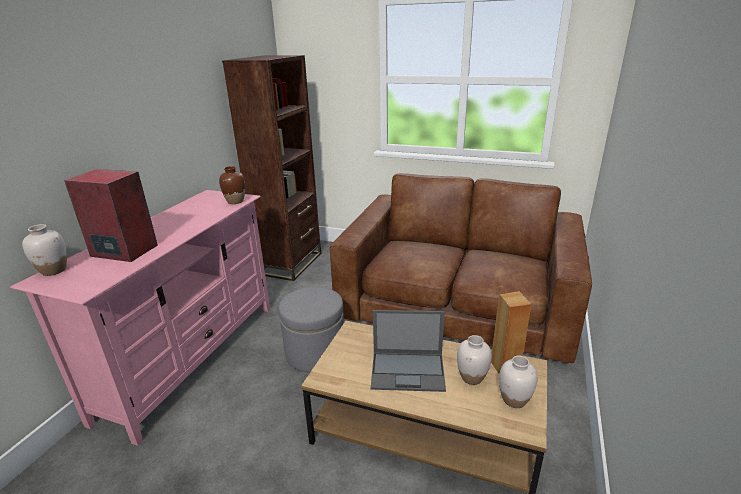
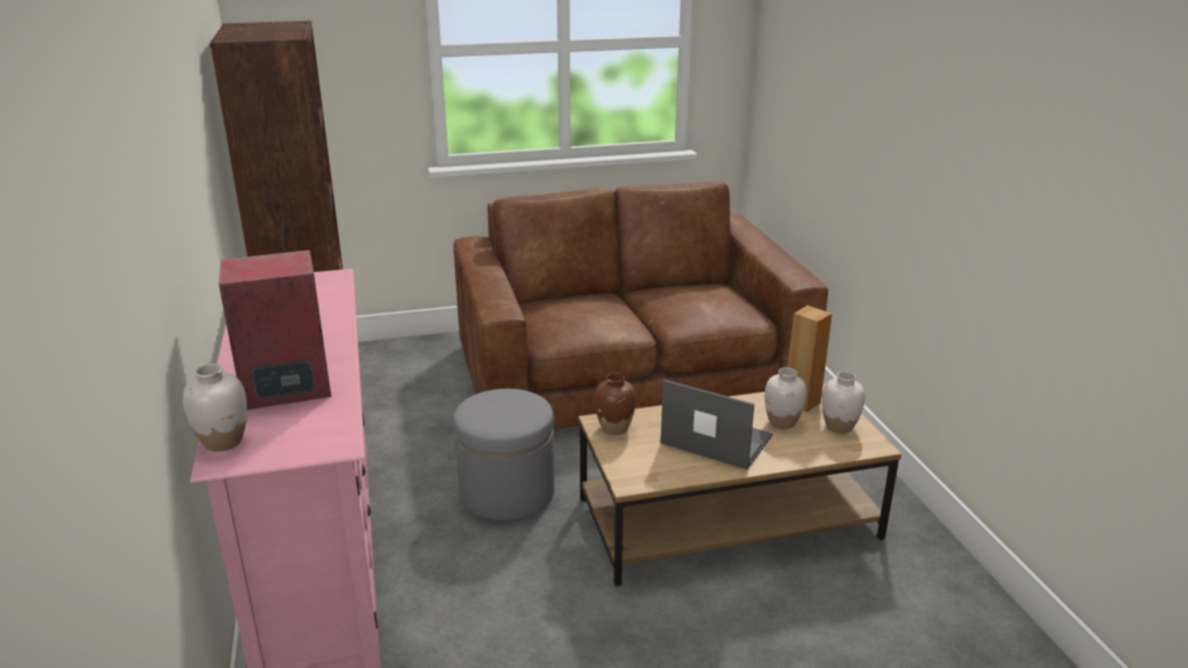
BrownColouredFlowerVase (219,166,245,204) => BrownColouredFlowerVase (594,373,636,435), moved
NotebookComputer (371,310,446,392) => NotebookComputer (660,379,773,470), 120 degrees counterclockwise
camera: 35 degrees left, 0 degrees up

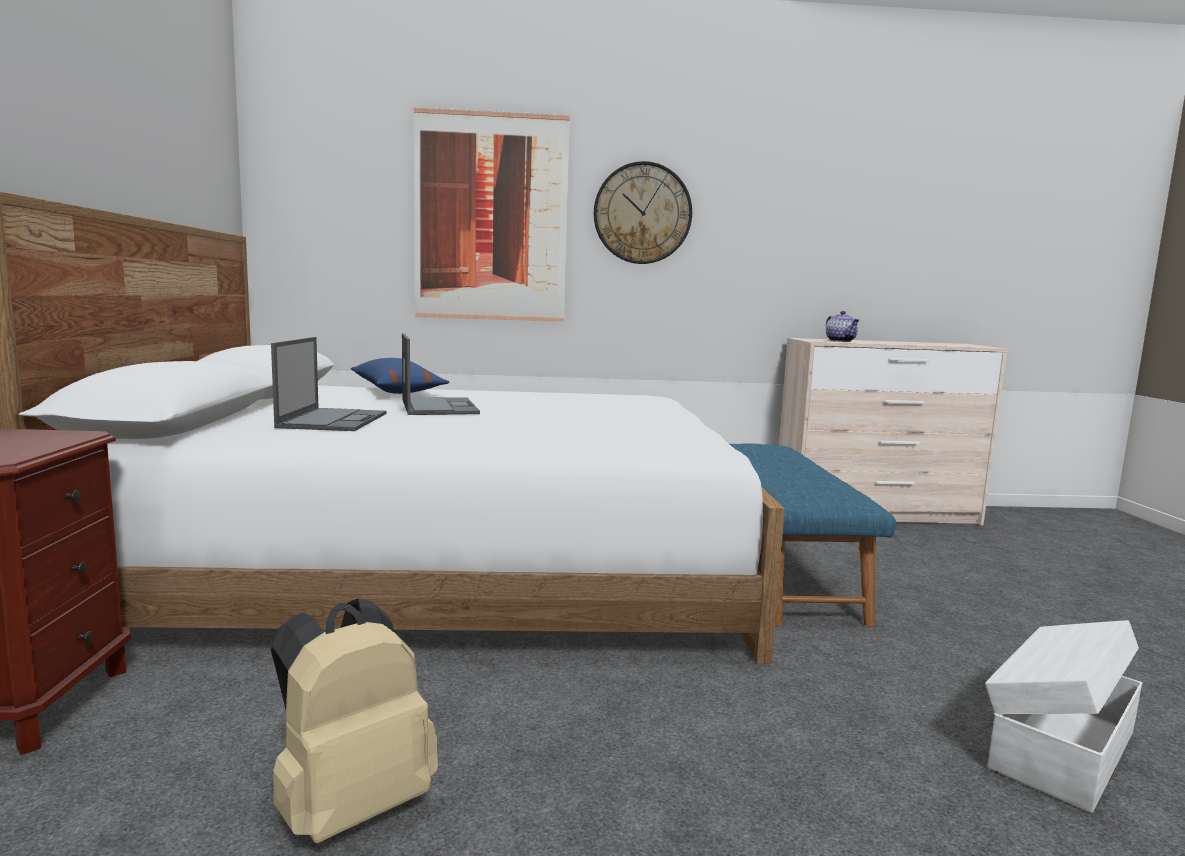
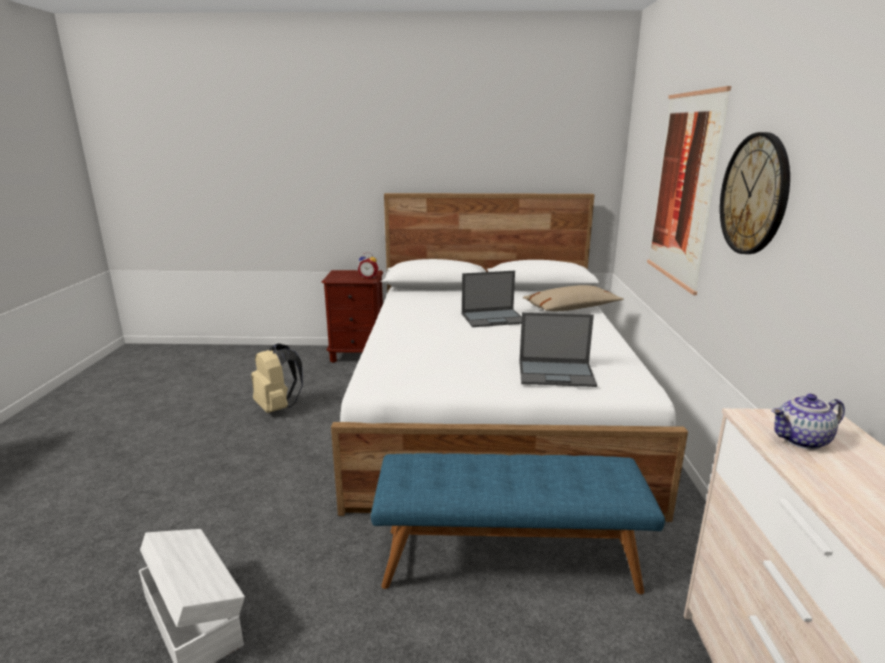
nothing => AlarmClock (358,252,378,279)
NotebookComputer (271,337,386,431) => NotebookComputer (519,312,597,387), moved
BluePillow (351,358,449,394) => BeigePillow (523,285,624,311)
camera: 95 degrees right, 10 degrees up

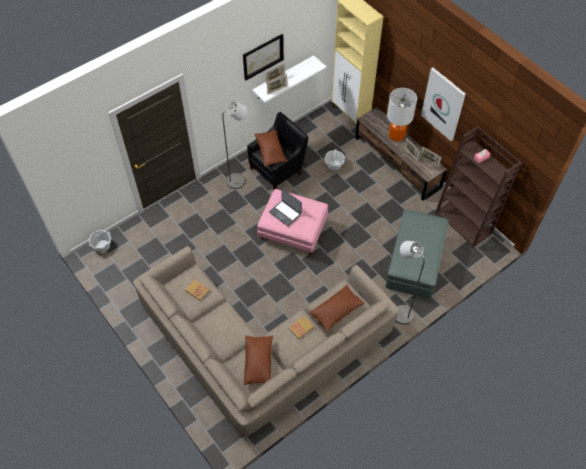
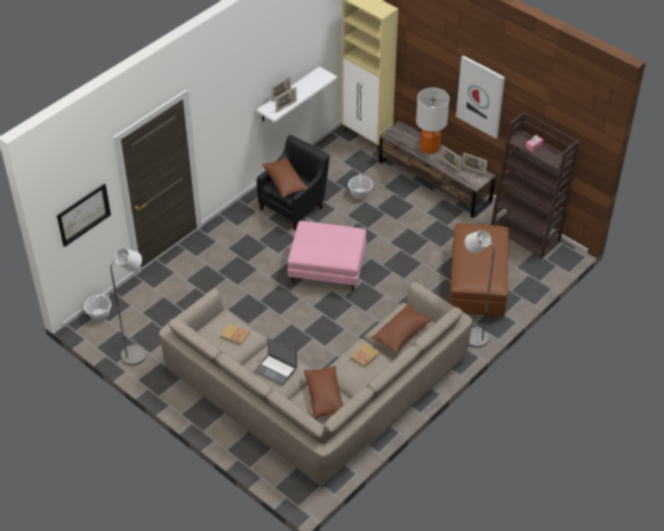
WallPicture (243,34,284,81) => WallPicture (57,184,111,247), moved
GreyStandardLamp (222,101,247,189) => GreyStandardLamp (110,248,146,366), moved
NotebookComputer (269,188,302,227) => NotebookComputer (255,338,297,386), moved
GreyOttoman (385,210,449,299) => BrownColouredOttoman (449,223,509,317)
camera: 10 degrees left, 10 degrees down

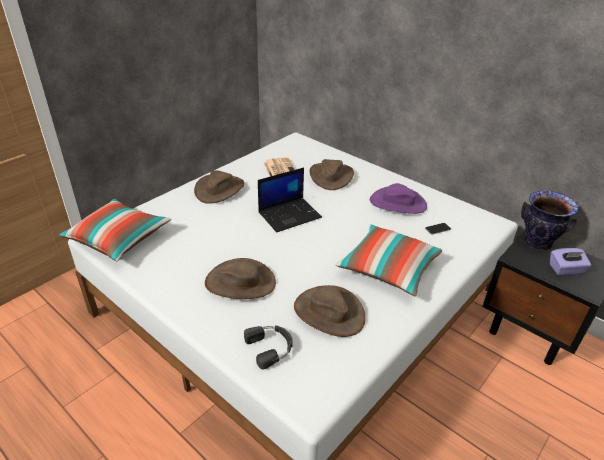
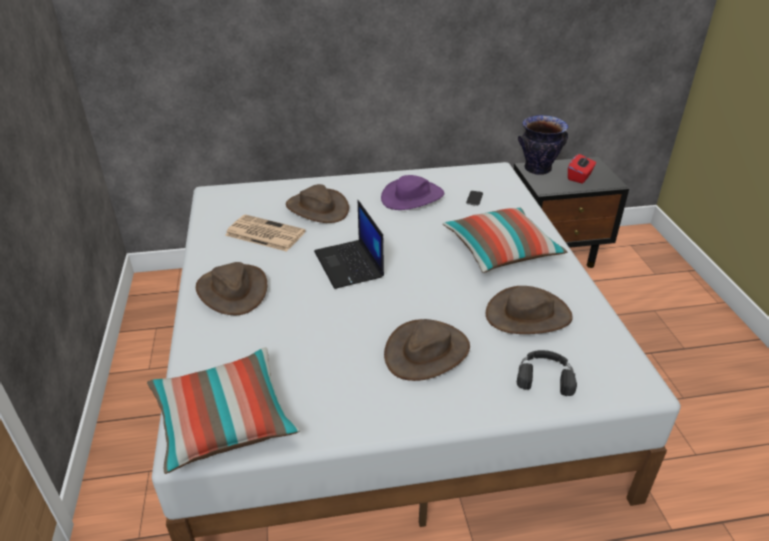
NotebookComputer (258,168,322,232) => NotebookComputer (314,200,384,289), 150 degrees clockwise
PurpleBoxOfTissues (550,248,591,275) => ReddishBoxOfTissues (568,154,596,184)
camera: 50 degrees left, 0 degrees up

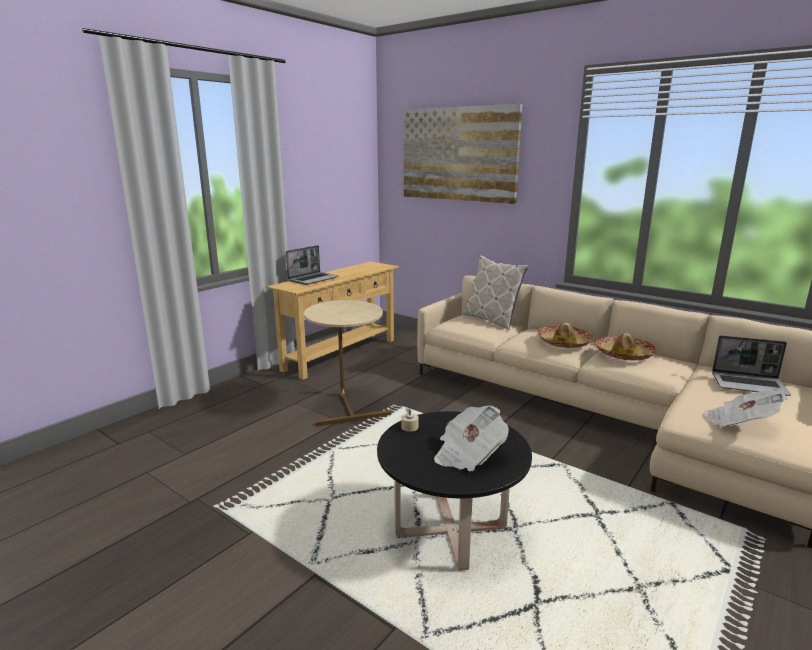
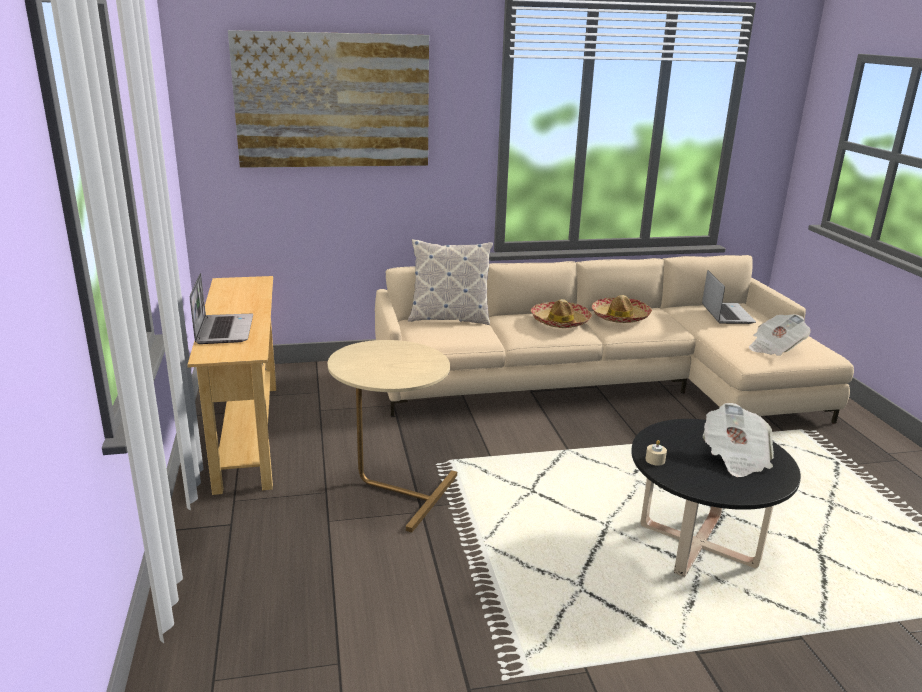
NotebookComputer (712,335,791,396) => NotebookComputer (702,270,756,324), 60 degrees counterclockwise
camera: 50 degrees left, 5 degrees up

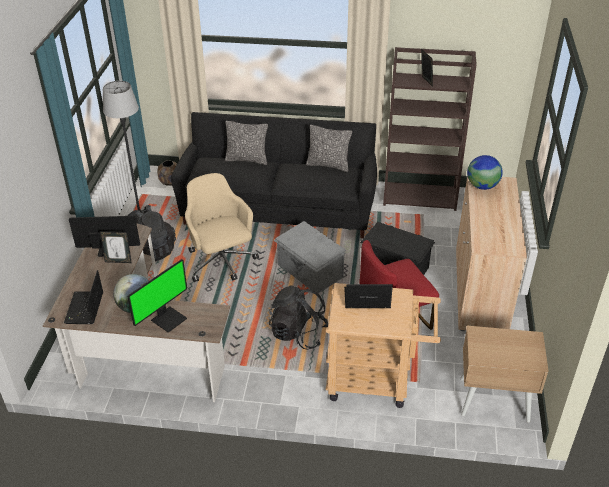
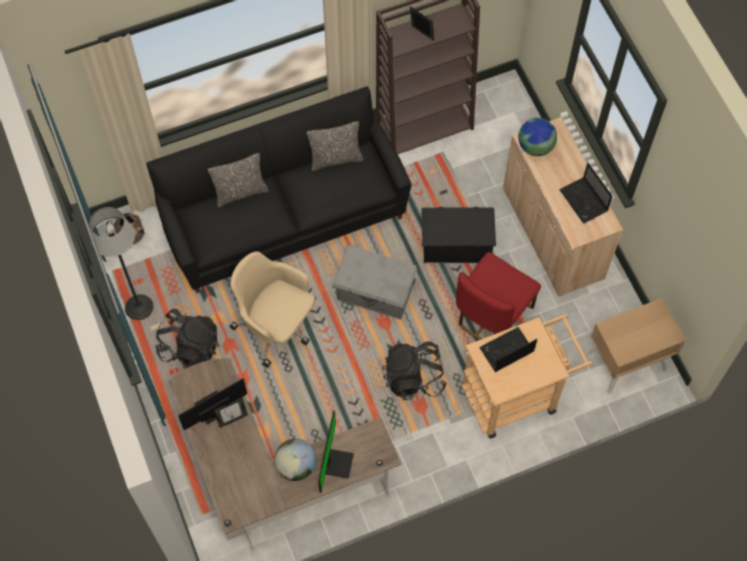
NotebookComputer (64,270,103,324) => NotebookComputer (559,163,613,223), moved
camera: 30 degrees left, 25 degrees up

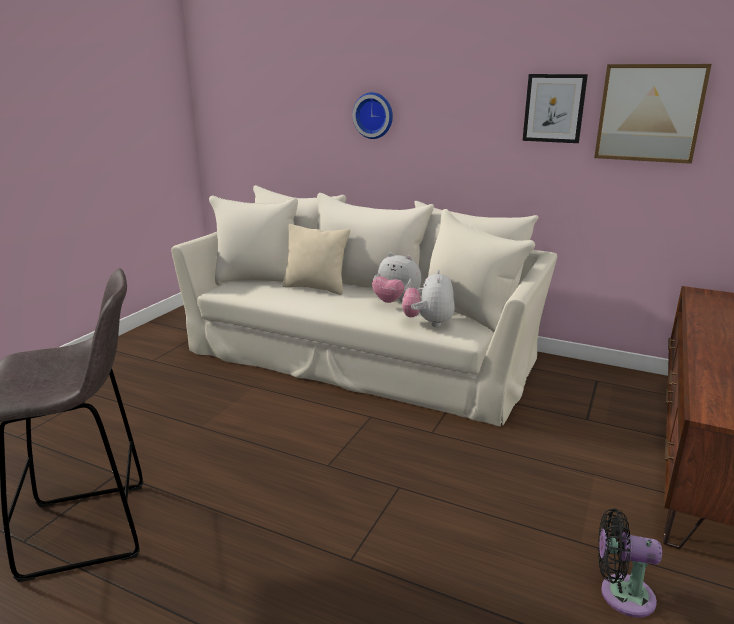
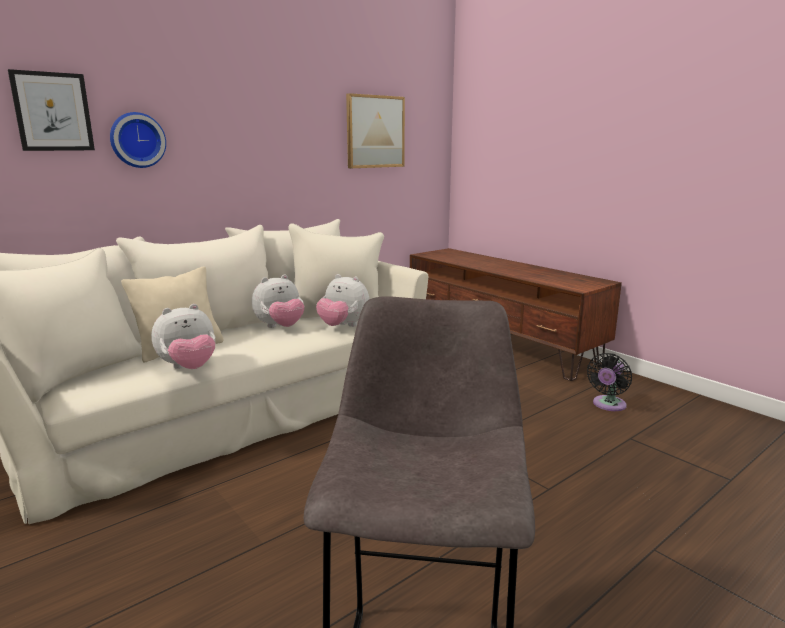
WallPicture (522,74,588,143) => WallPicture (8,69,95,151), moved
nothing => CuddlyToy (151,304,215,369)
camera: 65 degrees left, 5 degrees down

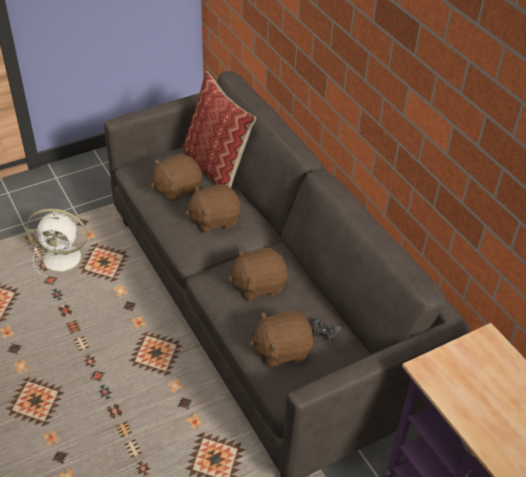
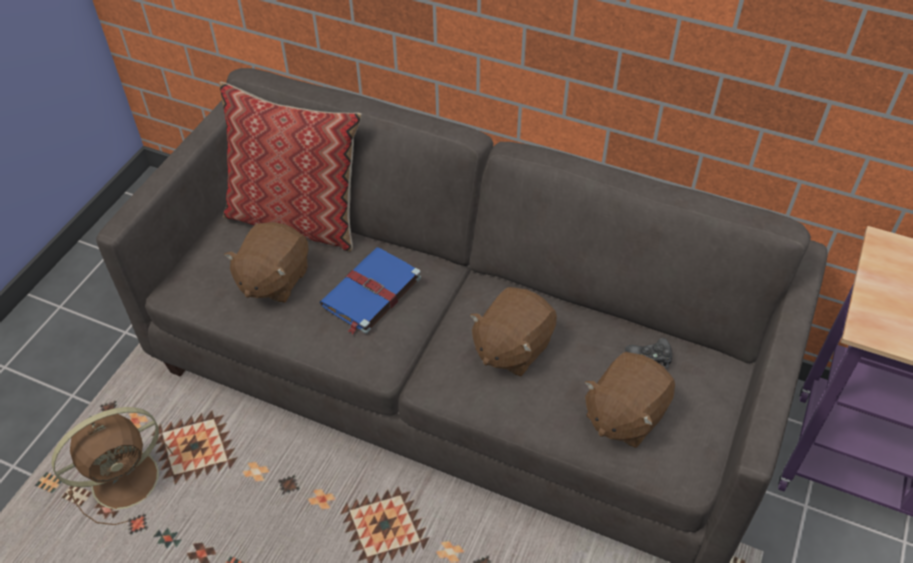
WhiteElectricFan (26,208,93,277) => BrownColouredElectricFan (51,407,174,525)
BrownColouredCuddlyToy (186,184,241,233) => BlueBoundBook (320,247,421,335)
camera: 35 degrees left, 5 degrees up

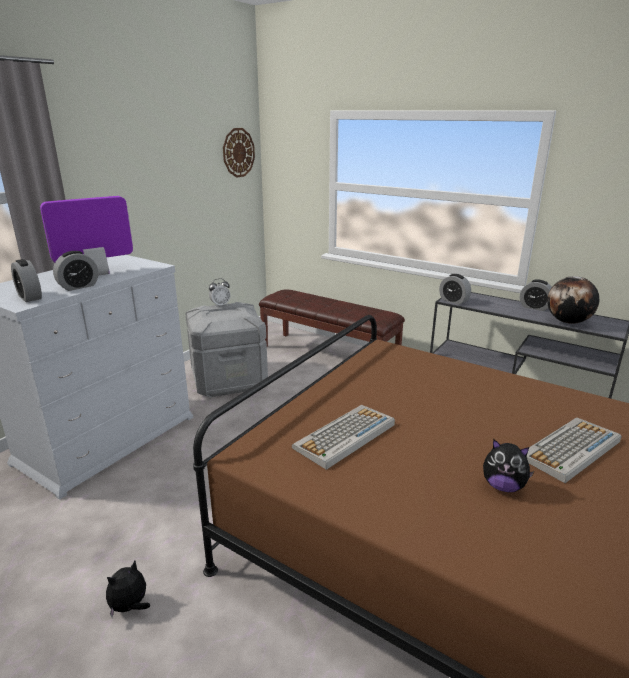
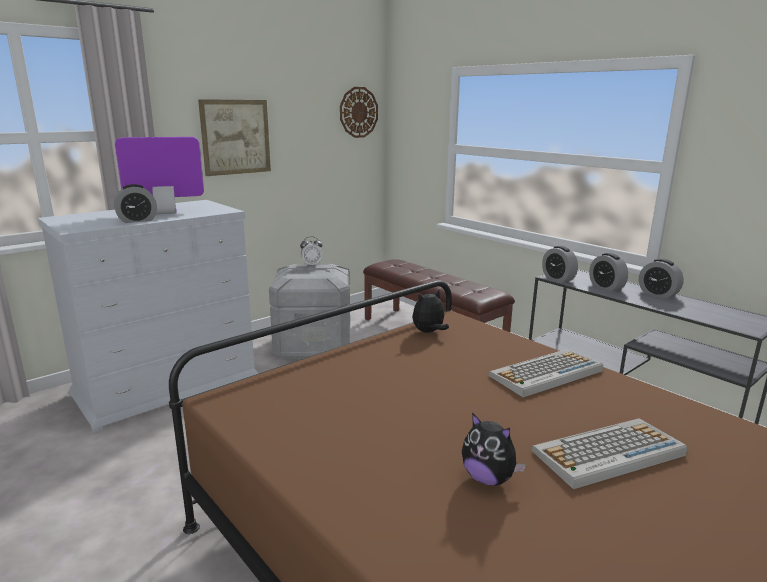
nothing => WallPicture (198,99,271,176)
CuddlyToy (106,561,150,618) => CuddlyToy (412,290,449,333), moved
PcKeyboard (292,405,395,470) => PcKeyboard (489,349,603,398), moved
AlarmClock (11,259,42,302) => AlarmClock (589,253,628,291), moved
DeskGlobe (547,276,599,324) => nothing
camera: 15 degrees right, 5 degrees down

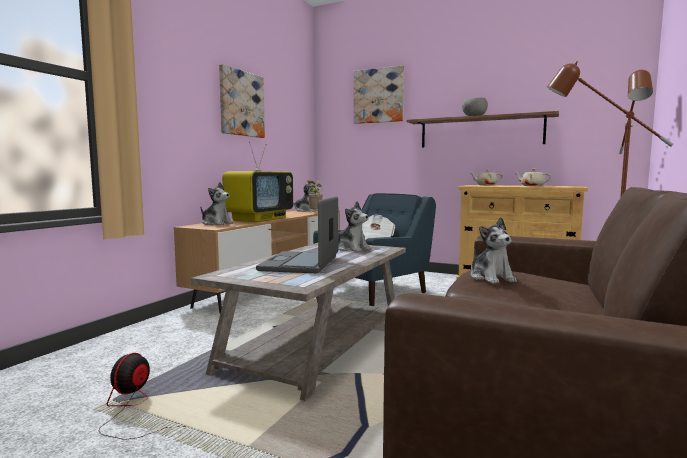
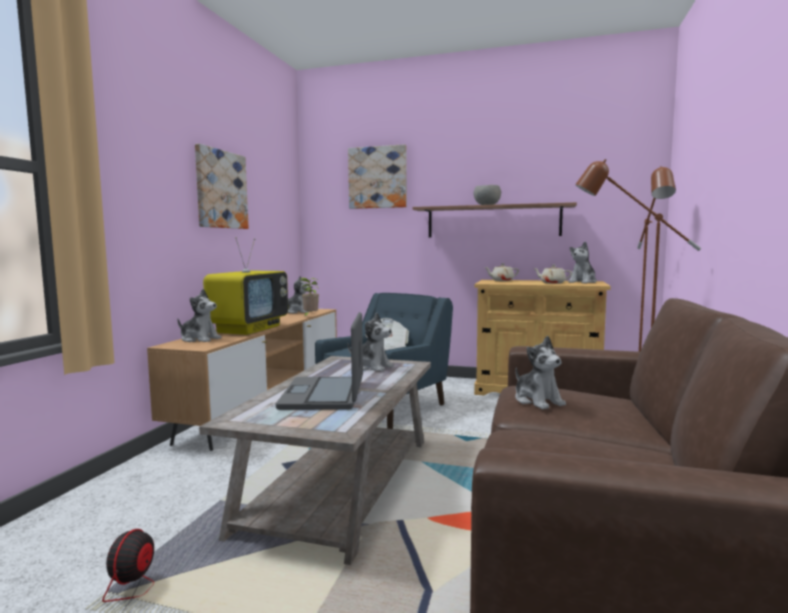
nothing => CuddlyToy (568,242,597,283)
camera: 10 degrees left, 0 degrees up

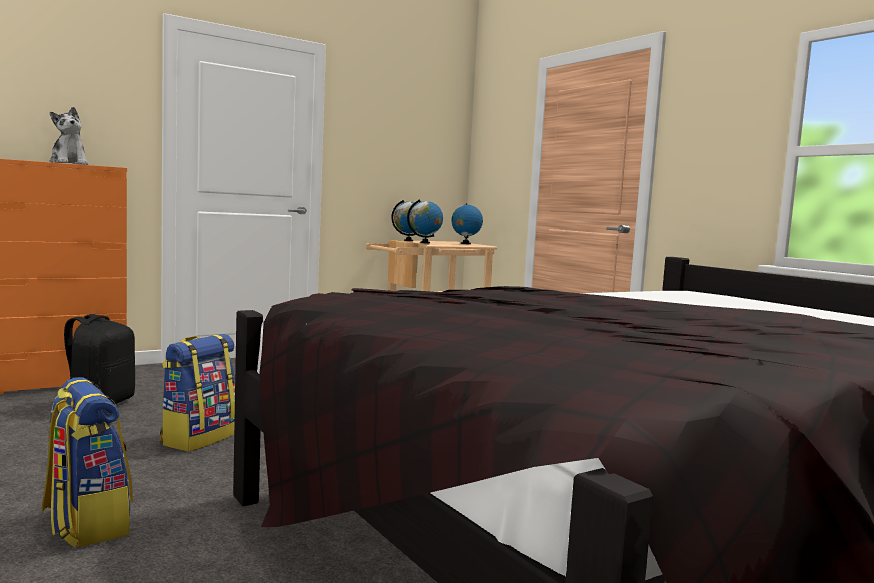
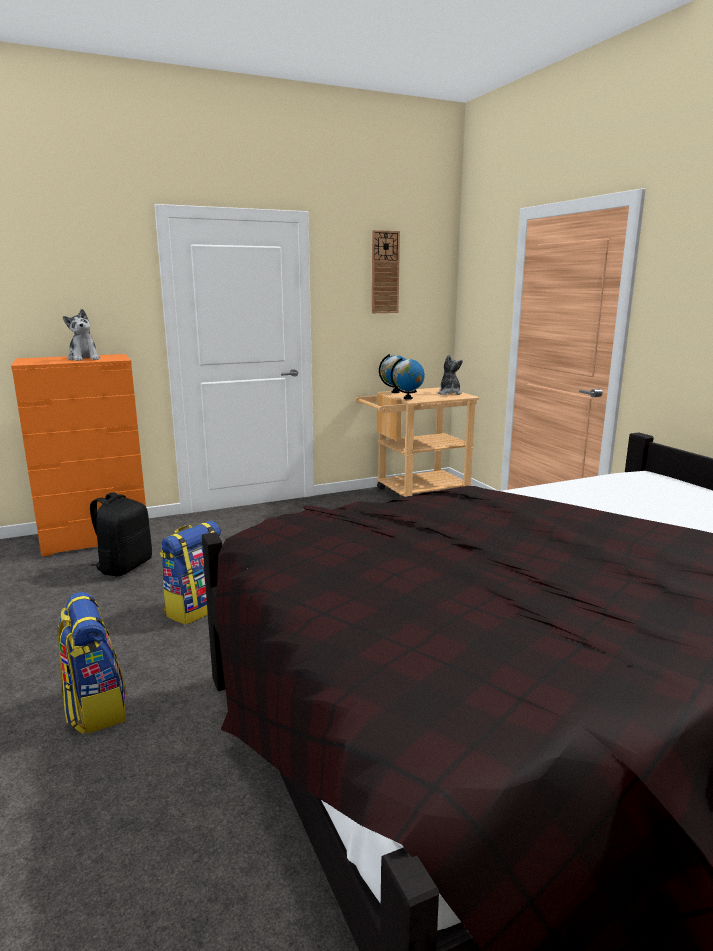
nothing => ClockOnTheWall (372,230,400,313)
DeskGlobe (451,203,483,244) => CuddlyToy (438,354,463,395)
camera: 10 degrees right, 10 degrees up

